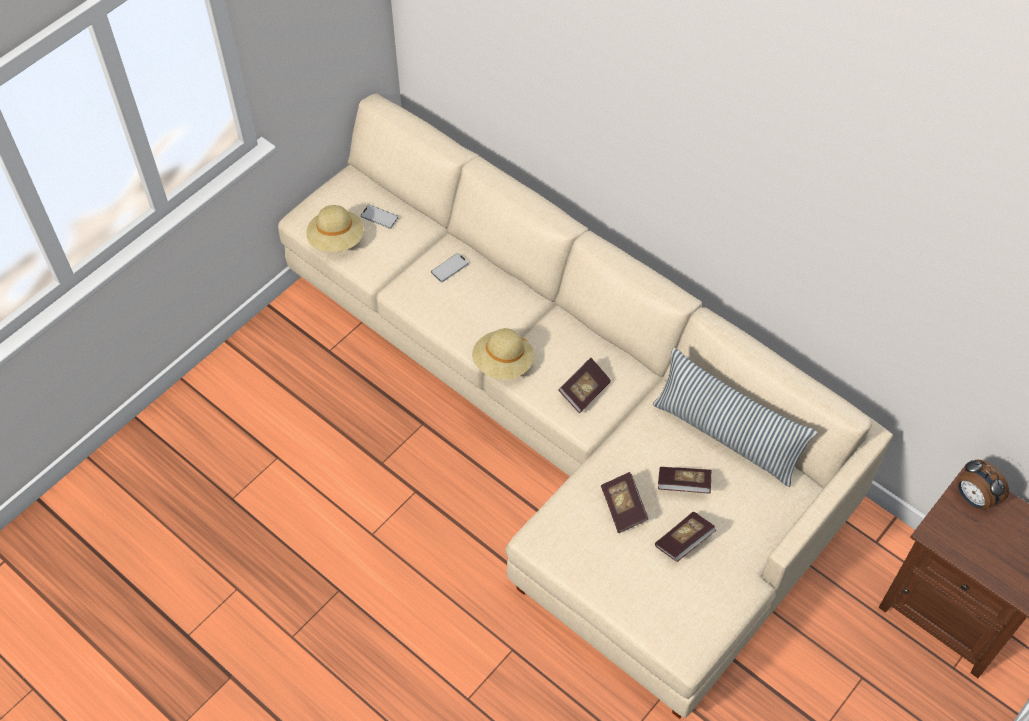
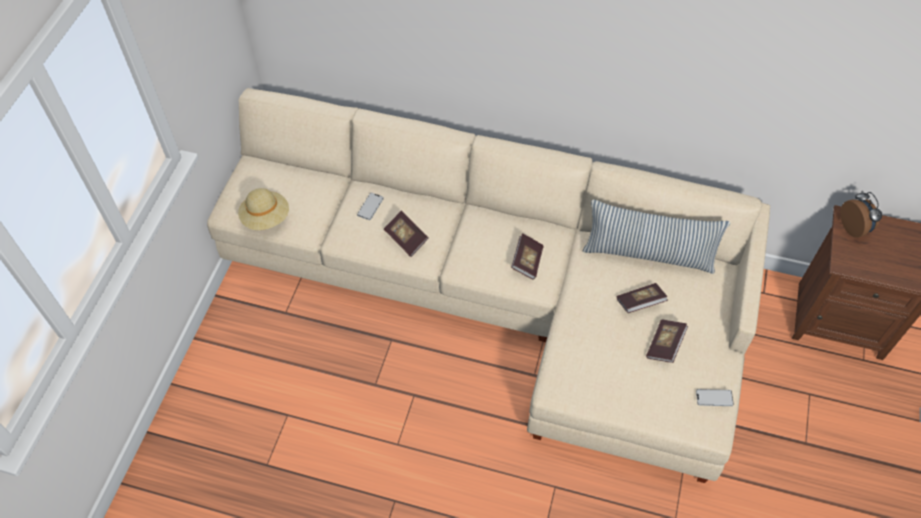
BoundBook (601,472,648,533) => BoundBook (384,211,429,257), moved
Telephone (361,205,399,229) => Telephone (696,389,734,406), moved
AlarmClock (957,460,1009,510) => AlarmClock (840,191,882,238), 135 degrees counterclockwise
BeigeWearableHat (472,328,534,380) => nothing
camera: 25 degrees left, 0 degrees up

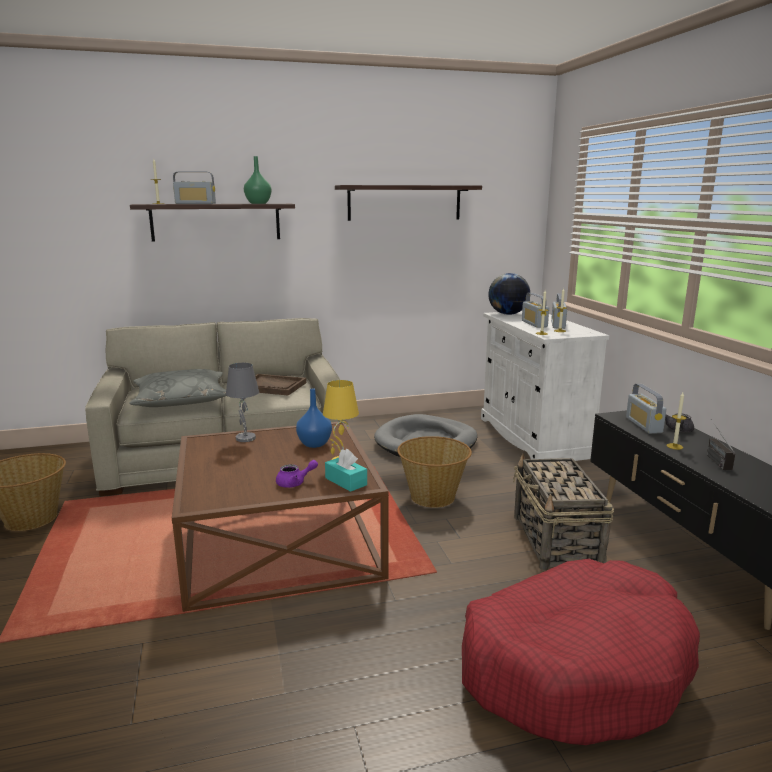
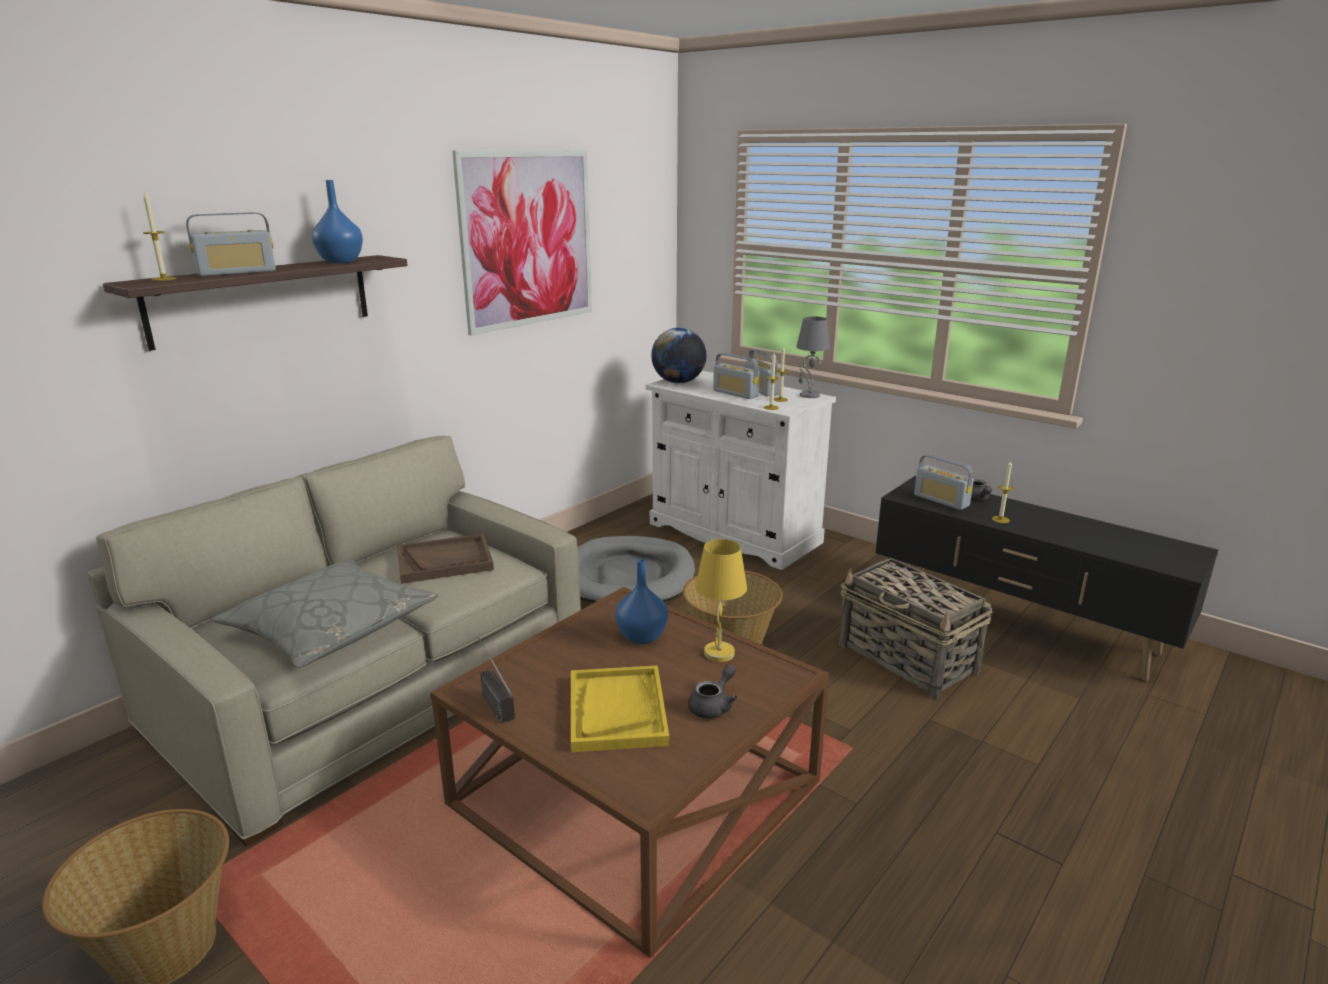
GreenColouredFlowerVase (244,156,272,204) => BlueFlowerVase (312,180,363,263)
Shelf (335,185,482,221) => WallPicture (452,150,592,336)
RadioSet (707,419,735,470) => RadioSet (479,638,515,723), moved
nothing => YellowColouredServingTray (571,665,669,752)
PurpleTeaPot (276,460,318,488) => GreyTeaPot (688,664,737,719)
GreyLampForATable (226,363,259,442) => GreyLampForATable (796,316,830,398), moved
TurquoiseBoxOfTissues (325,449,367,492) => nothing
ReddishPetBed (462,559,700,745) => nothing
camera: 35 degrees left, 5 degrees up

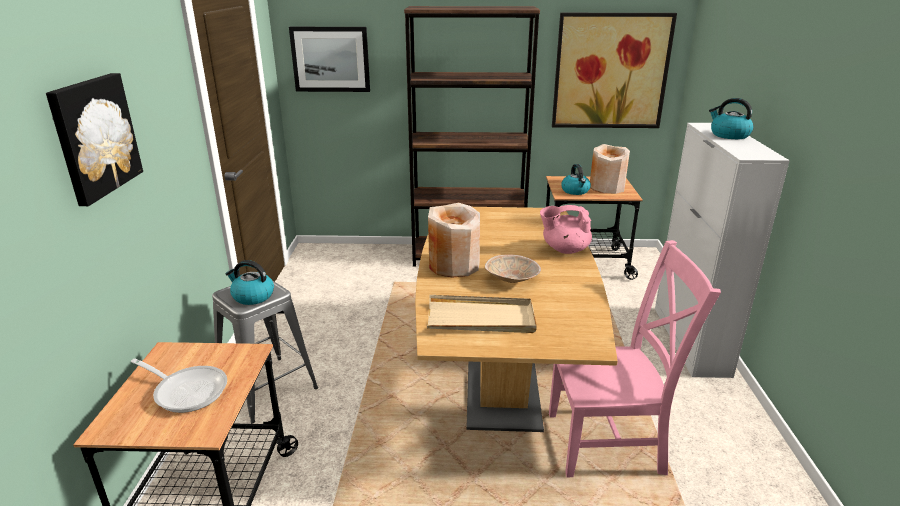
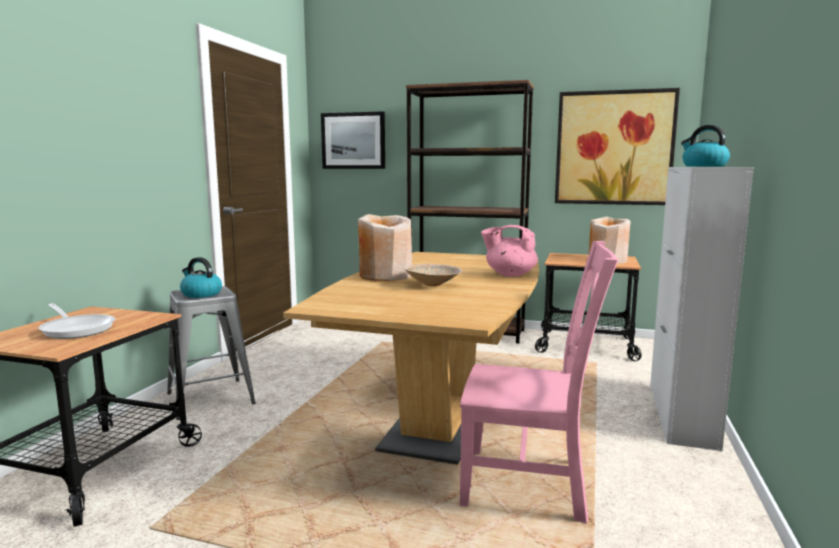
WallPicture (46,73,143,206) => nothing
BeigeServingTray (427,295,537,333) => nothing
WaterKettle (561,164,591,195) => nothing
camera: 15 degrees right, 15 degrees down

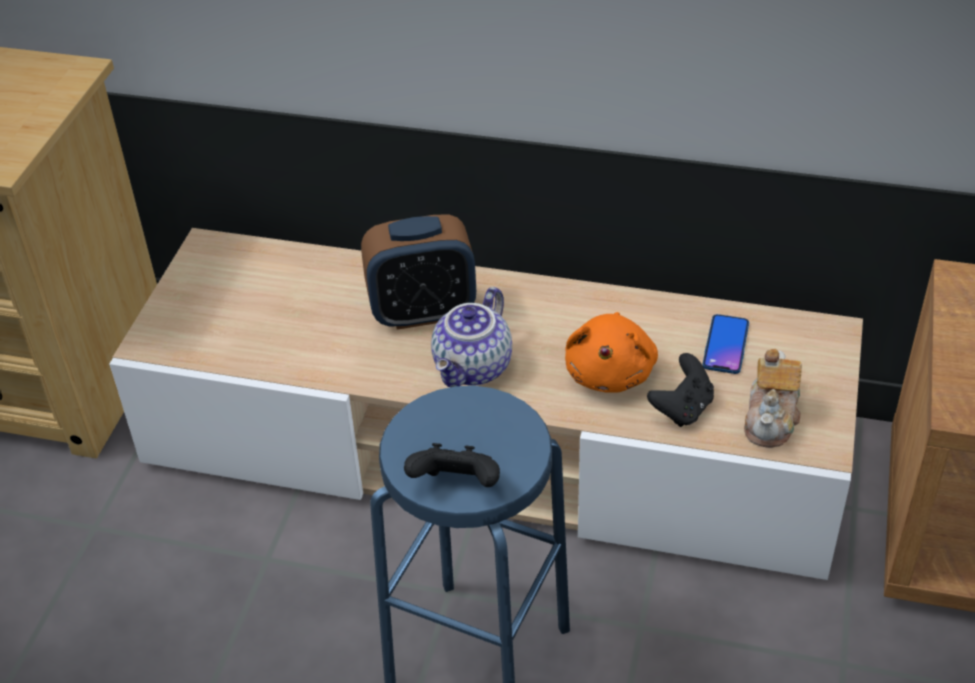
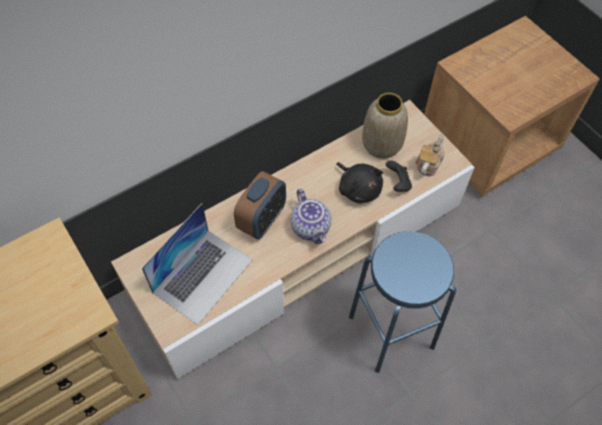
nothing => NotebookComputer (142,203,253,325)
OrangeyCuddlyToy (565,312,658,393) => BlackishCuddlyToy (336,162,383,204)
Telephone (702,314,749,374) => FlowerVase (362,93,408,159)
TeaPot (744,349,802,448) => TeaPot (415,135,444,176), 120 degrees counterclockwise
BlackishGamepad (404,443,500,487) => nothing
camera: 50 degrees left, 15 degrees up

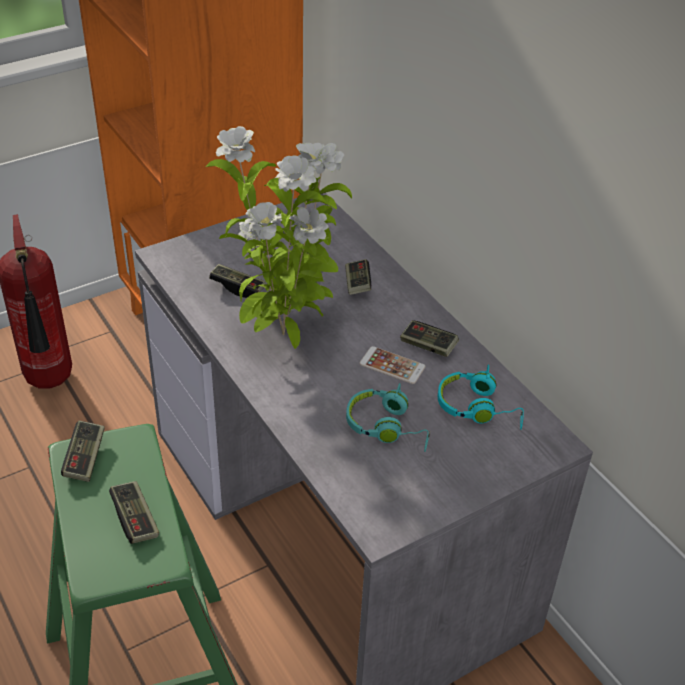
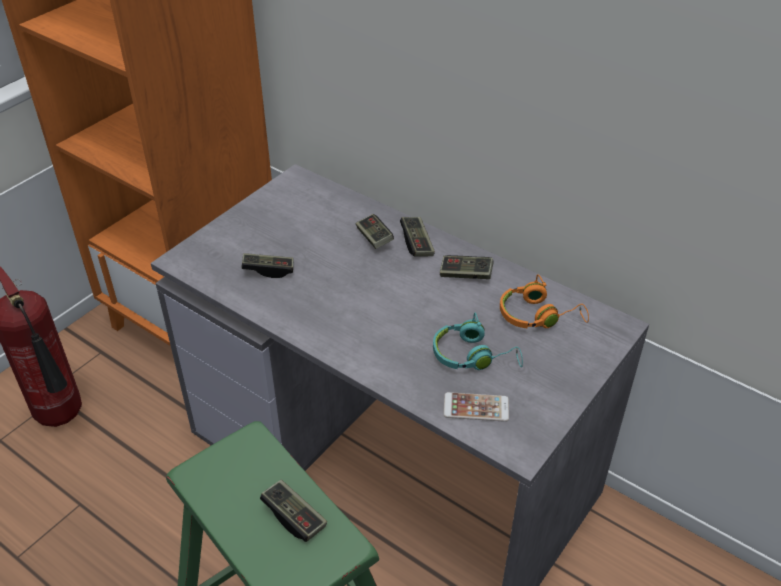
Gamepad (61,421,105,482) => Gamepad (400,217,435,257), moved
Telephone (359,346,425,384) => Telephone (443,392,509,422), moved
TurquoiseHeadset (438,364,524,429) => OrangeyHeadset (500,274,589,328)
PlantInAPot (206,126,352,349) => nothing
camera: 20 degrees left, 0 degrees up

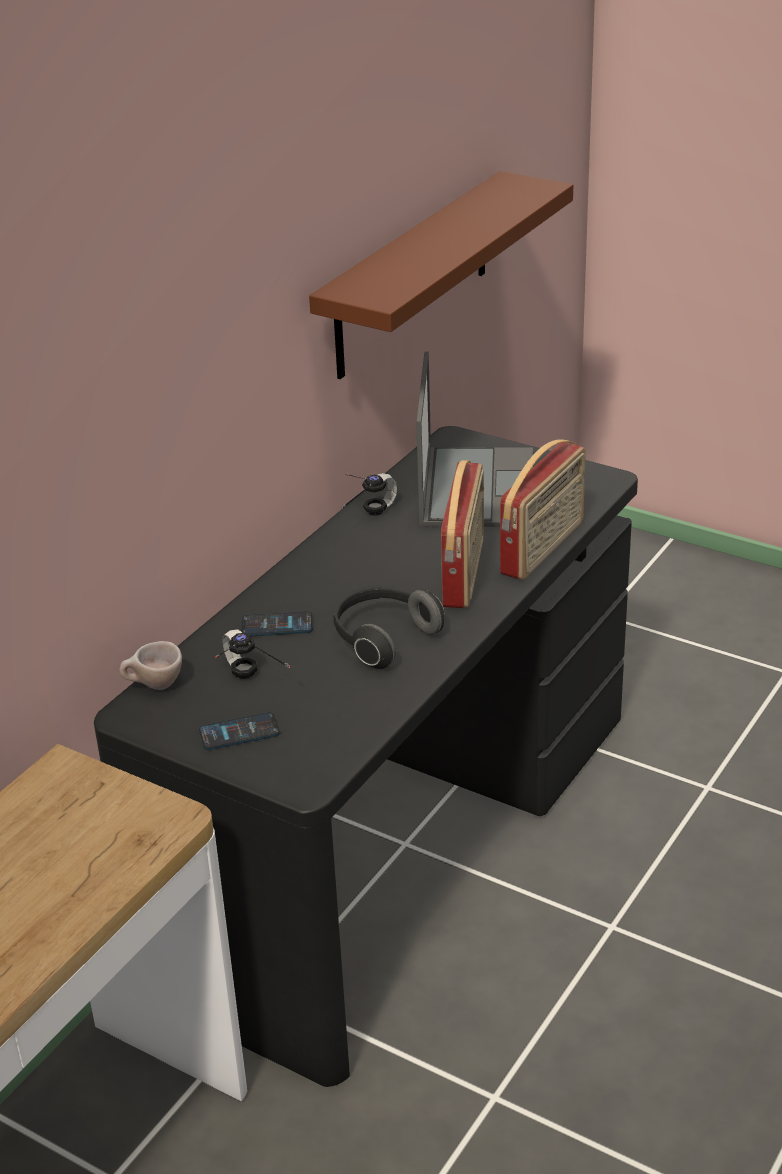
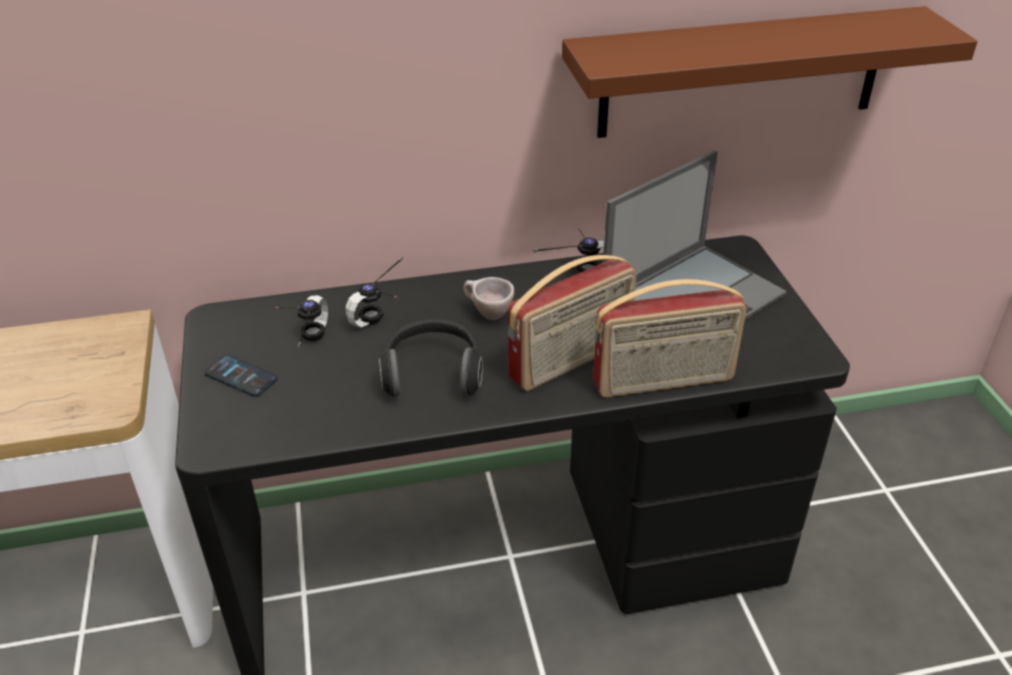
Telephone (241,611,313,636) => Headset (345,256,403,328)
BeigeDrinkingCup (119,641,182,690) => BeigeDrinkingCup (463,277,514,320), moved
camera: 45 degrees right, 5 degrees up

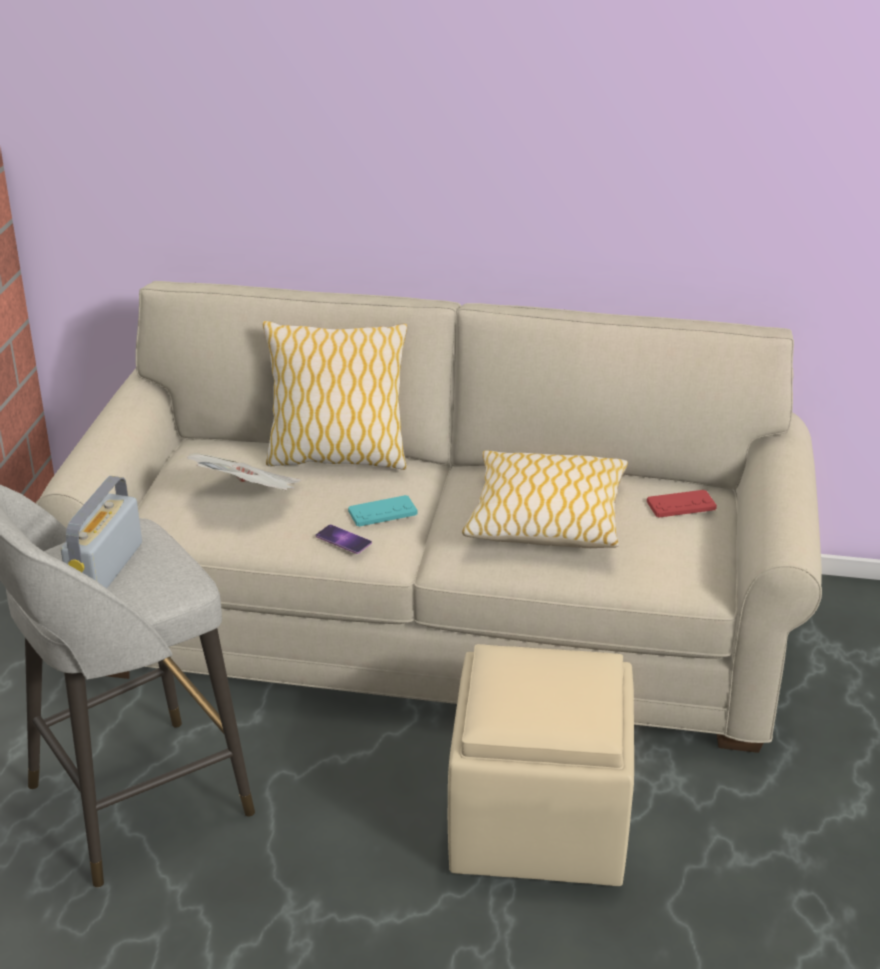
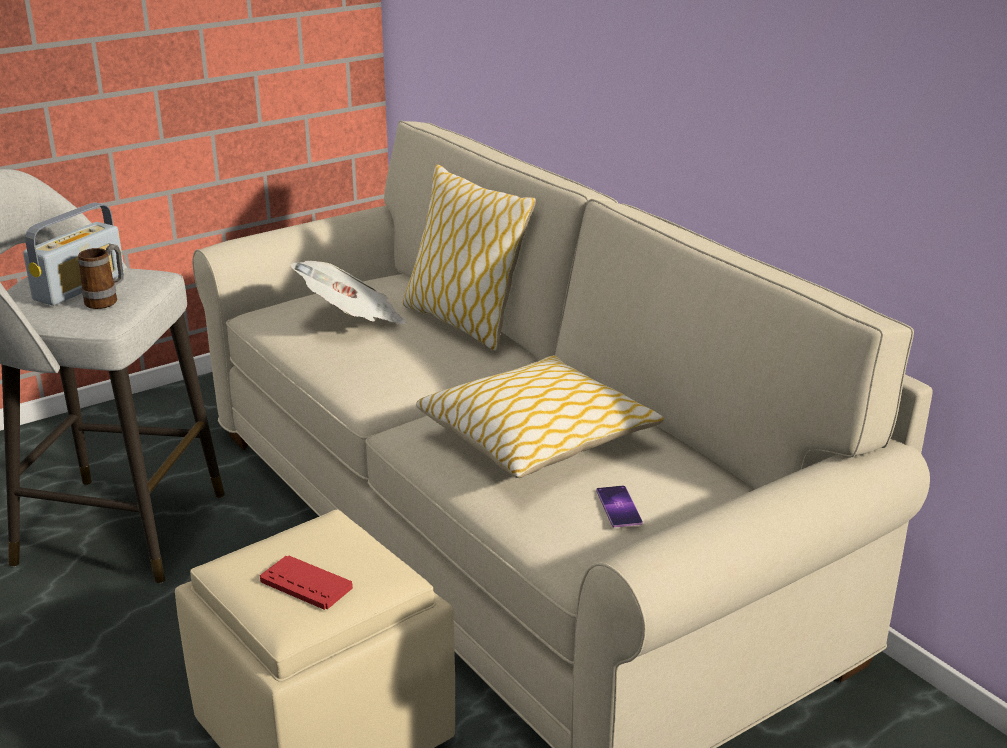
RadioSet (61,476,142,588) => RadioSet (23,202,125,306), 150 degrees clockwise
nothing => Mug (78,244,124,309)
ReddishGamepad (647,490,717,518) => ReddishGamepad (260,555,353,610), moved
Telephone (315,524,372,554) => Telephone (596,486,643,528), moved
TurquoiseGamepad (348,495,417,527) => nothing
camera: 45 degrees right, 5 degrees down

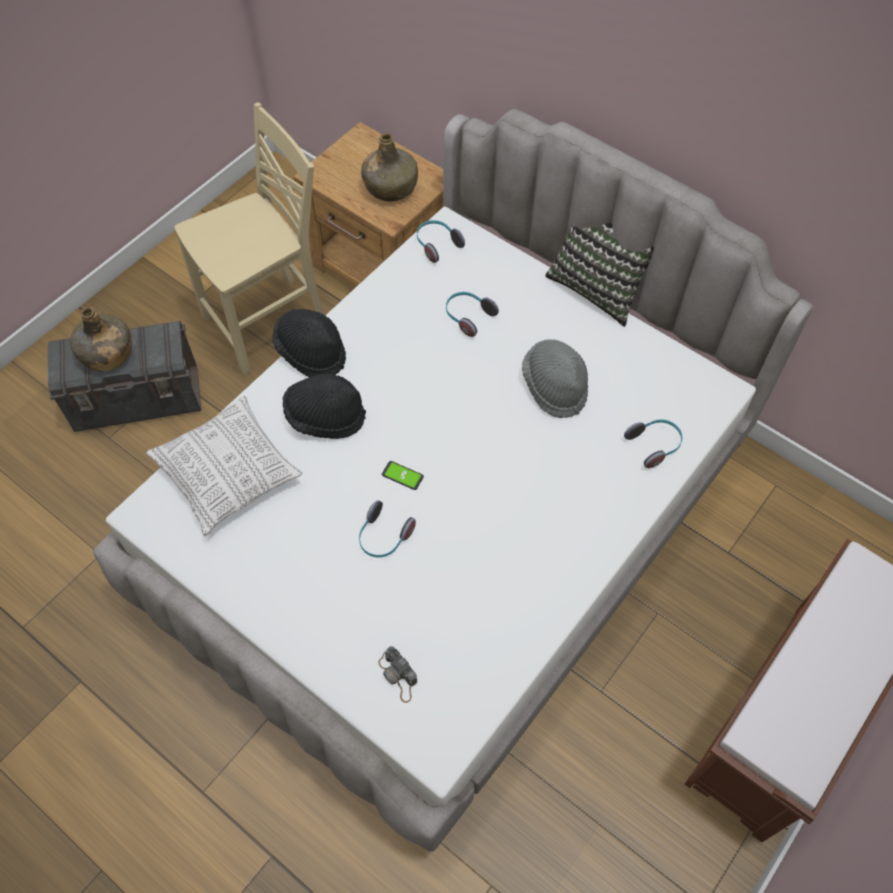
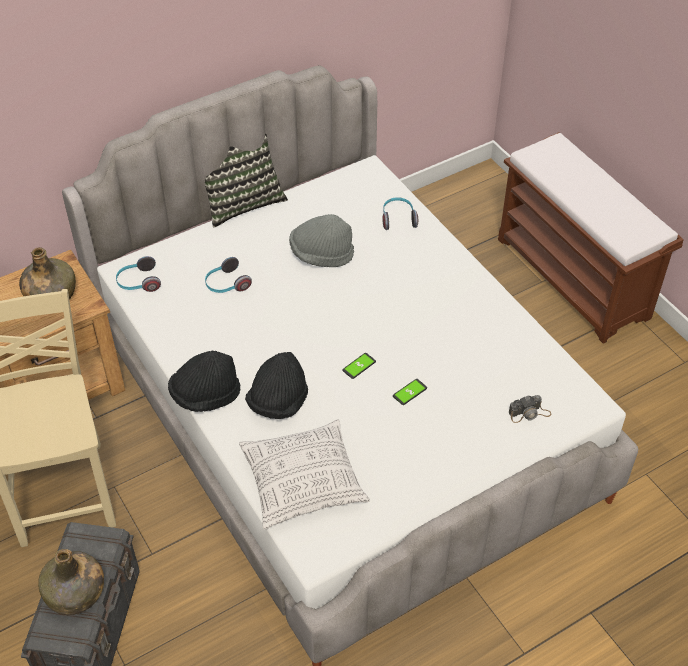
Headset (359,500,416,558) => Telephone (393,379,427,405)
camera: 70 degrees left, 10 degrees down

